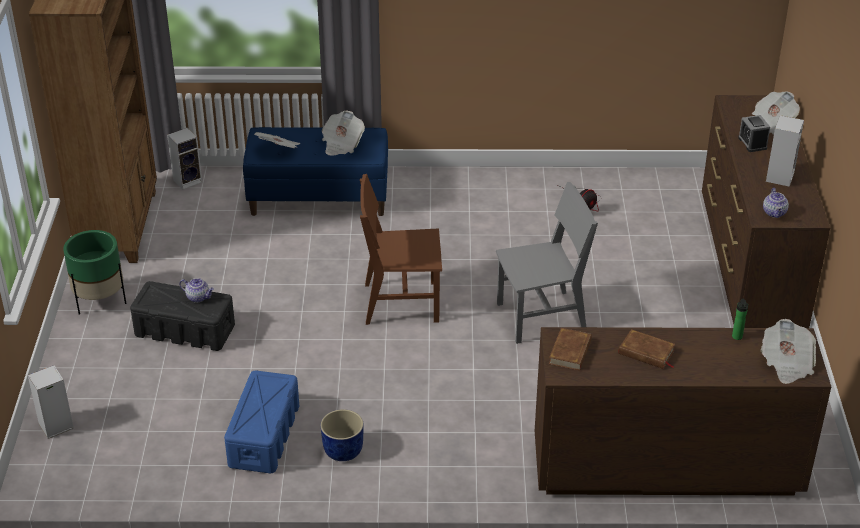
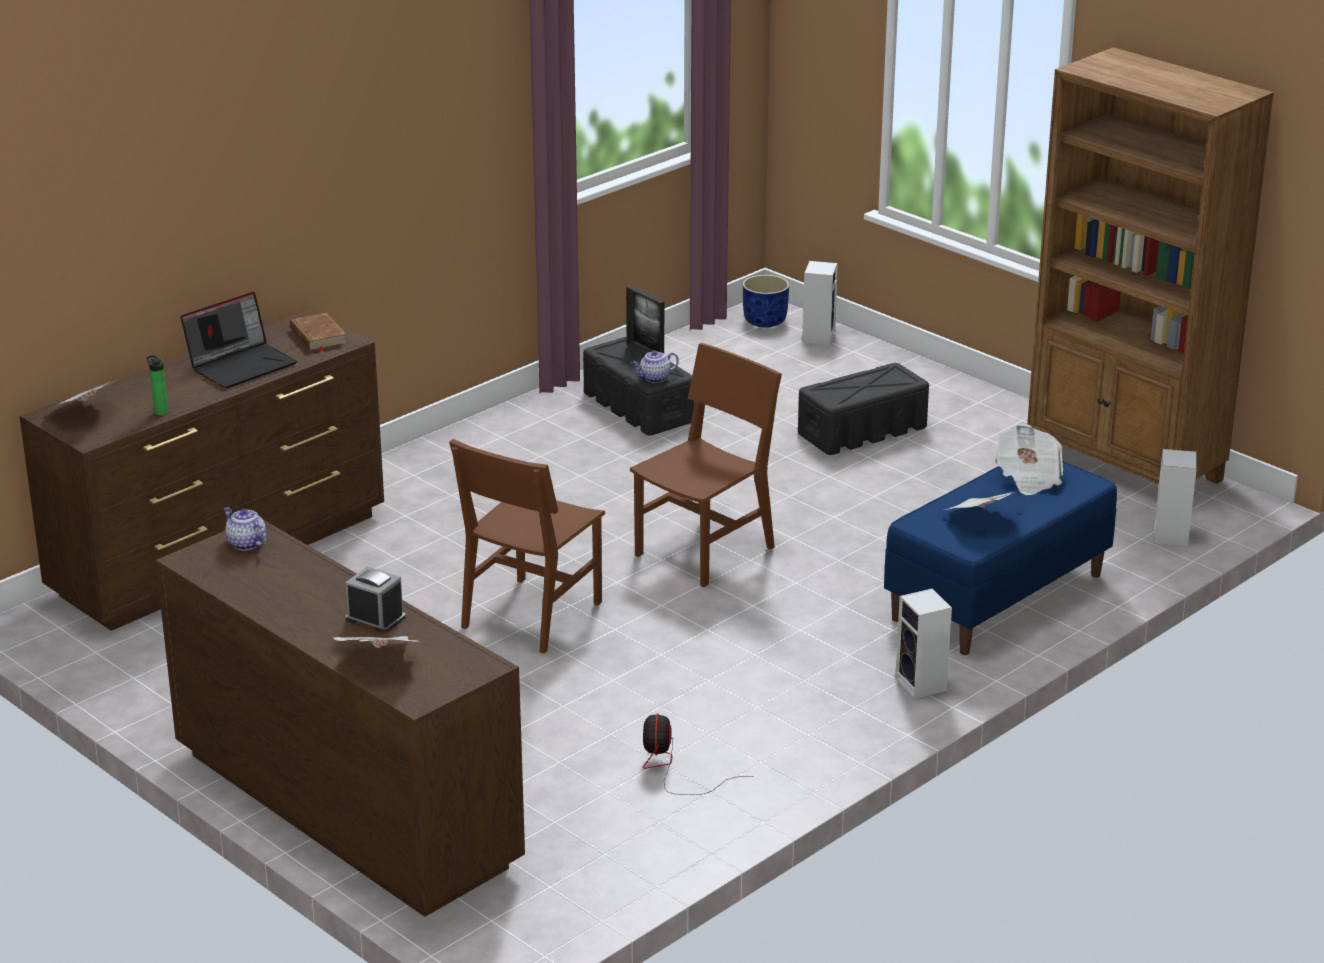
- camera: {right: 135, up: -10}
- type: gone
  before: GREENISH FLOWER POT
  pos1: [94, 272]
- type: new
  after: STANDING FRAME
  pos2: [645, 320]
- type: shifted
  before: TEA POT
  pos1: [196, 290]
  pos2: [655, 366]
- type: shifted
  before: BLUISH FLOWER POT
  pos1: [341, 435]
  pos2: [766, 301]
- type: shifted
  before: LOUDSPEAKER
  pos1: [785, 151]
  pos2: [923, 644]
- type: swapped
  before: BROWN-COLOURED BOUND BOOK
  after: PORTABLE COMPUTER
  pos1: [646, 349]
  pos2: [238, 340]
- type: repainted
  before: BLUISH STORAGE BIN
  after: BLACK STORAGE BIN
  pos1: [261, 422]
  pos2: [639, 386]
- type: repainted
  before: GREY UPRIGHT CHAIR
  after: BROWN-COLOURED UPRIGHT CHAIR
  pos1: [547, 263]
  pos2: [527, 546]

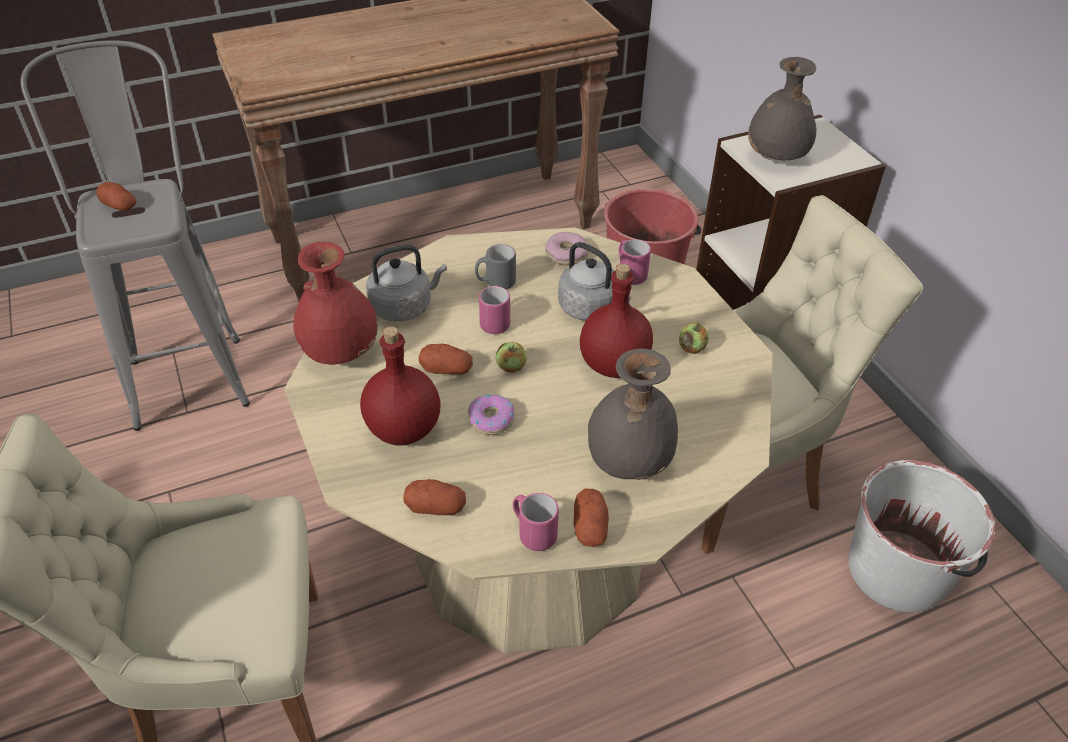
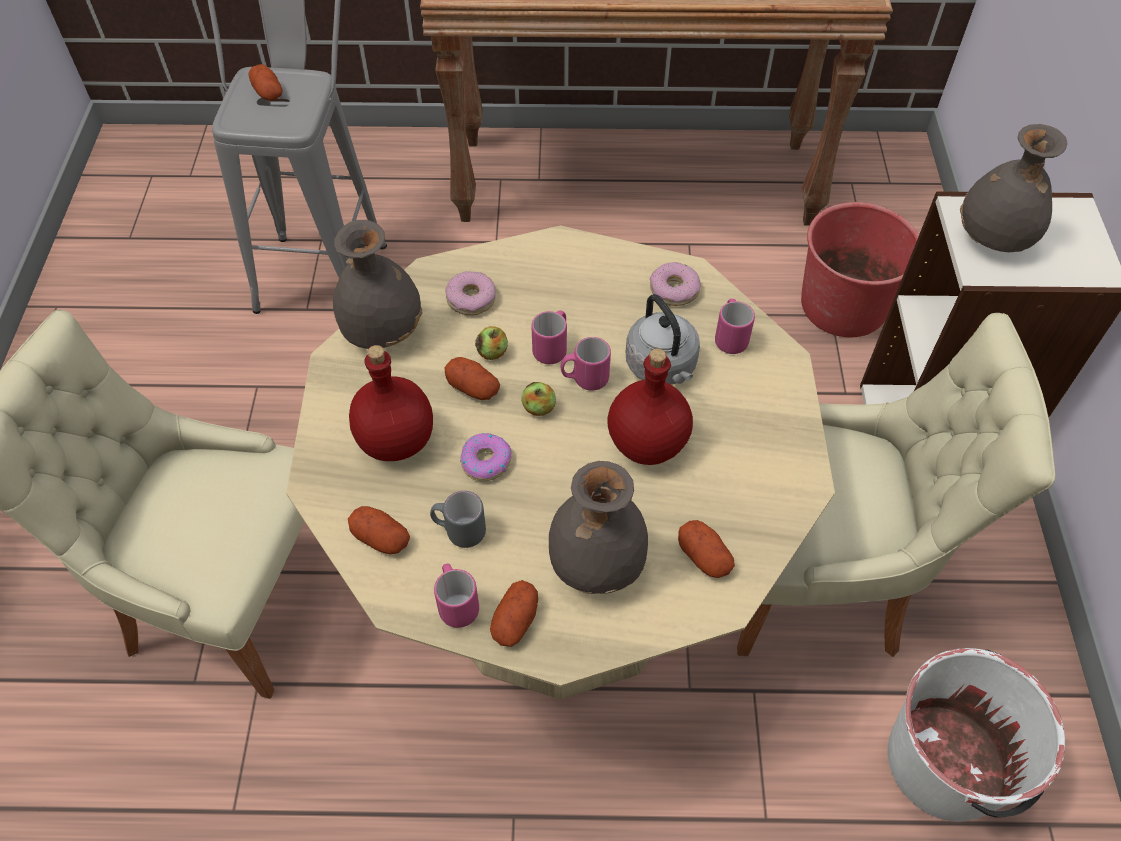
- camera: {right: 25, up: 10}
- type: new
  after: PINKISH MUG
  pos2: [586, 364]
- type: new
  after: WHOLE POTATO
  pos2: [706, 549]
- type: shifted
  before: GREY MUG
  pos1: [495, 267]
  pos2: [458, 519]
- type: shifted
  before: APPLE
  pos1: [694, 338]
  pos2: [491, 343]
- type: swapped
  before: GREY TEA KETTLE
  after: RING DOUGHNUT
  pos1: [406, 282]
  pos2: [470, 293]
- type: repainted
  before: RED-COLOURED FLOWER VASE
  after: GREY FLOWER VASE
  pos1: [335, 303]
  pos2: [377, 284]

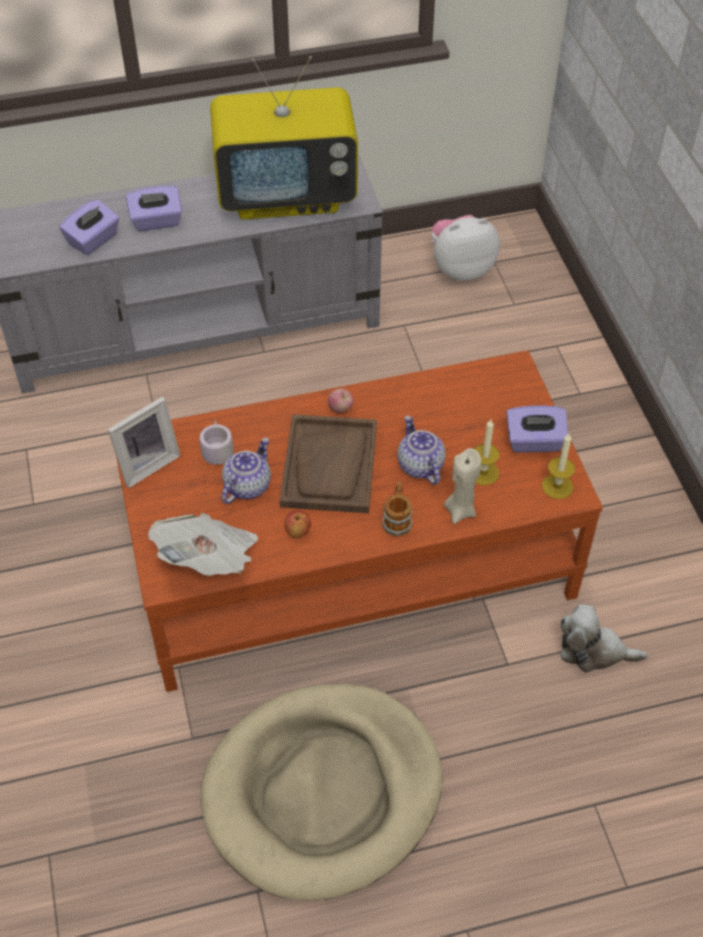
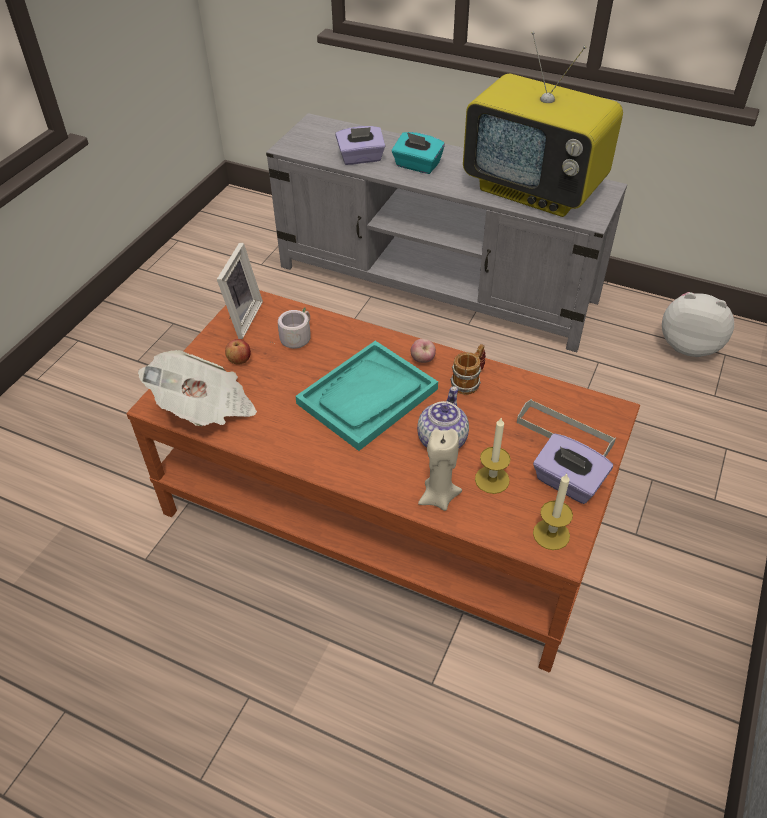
- camera: {right: 40, up: -5}
- type: gone
  before: BEIGE-COLOURED PET BED
  pos1: [322, 792]
- type: gone
  before: TEA POT
  pos1: [246, 471]
- type: gone
  before: PLUSH TOY
  pos1: [604, 638]
- type: new
  after: GREY CARRYING TRAY
  pos2: [566, 428]
- type: shifted
  before: APPLE
  pos1: [298, 524]
  pos2: [238, 352]
- type: shifted
  before: MUG
  pos1: [397, 509]
  pos2: [468, 369]
- type: repainted
  before: PURPLE-COLOURED BOX OF TISSUES
  after: TURQUOISE-COLOURED BOX OF TISSUES
  pos1: [154, 208]
  pos2: [418, 153]
- type: repainted
  before: BROWN-COLOURED CARRYING TRAY
  after: TURQUOISE-COLOURED CARRYING TRAY
  pos1: [328, 463]
  pos2: [366, 396]
- type: rotated
  before: STANDING FRAME
  pos1: [144, 442]
  pos2: [240, 290]
  turn: -75

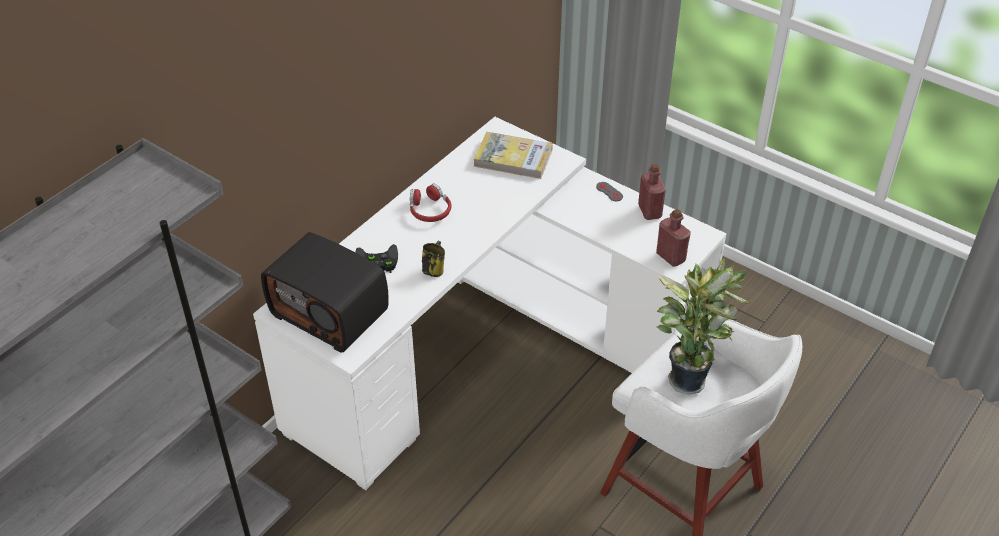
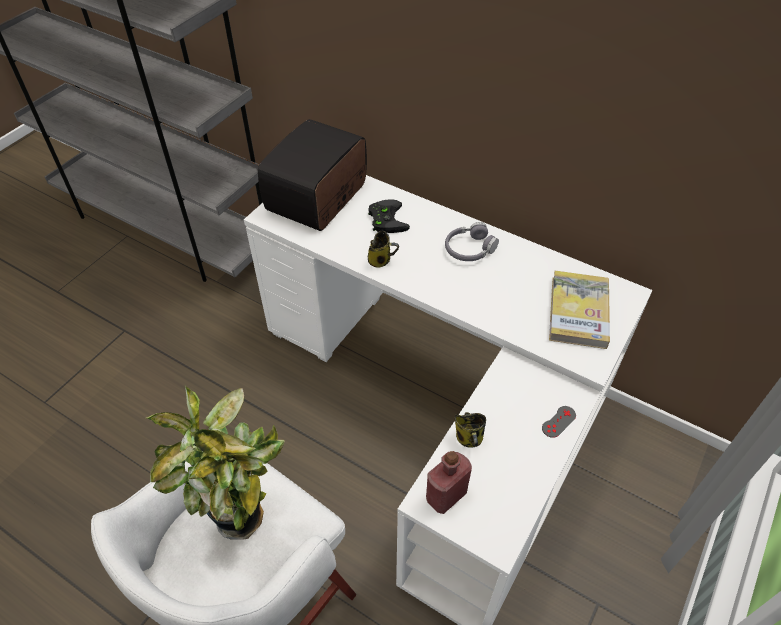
- camera: {right: 85, up: 5}
- type: gone
  before: RED-COLOURED BOTTLE
  pos1: [652, 192]
- type: new
  after: MUG
  pos2: [470, 430]
- type: repainted
  before: RED-COLOURED HEADPHONES
  after: GREY HEADPHONES
  pos1: [430, 203]
  pos2: [472, 241]

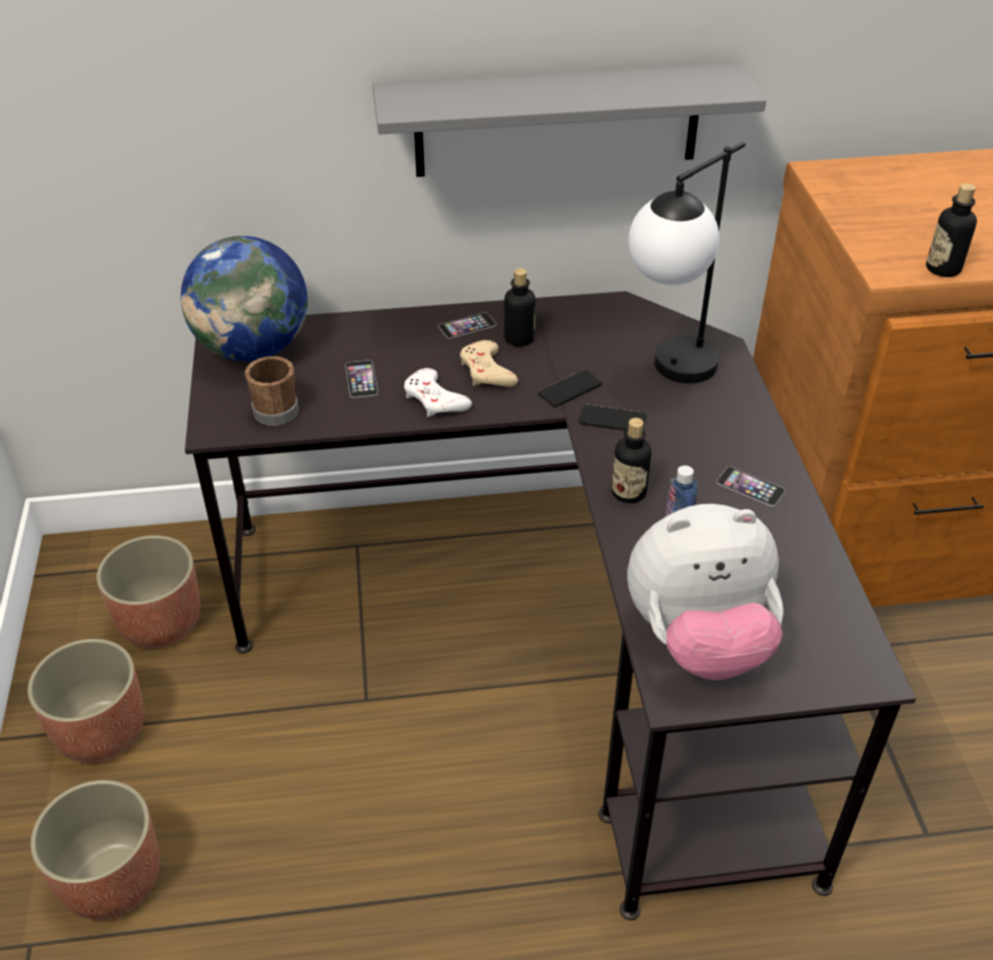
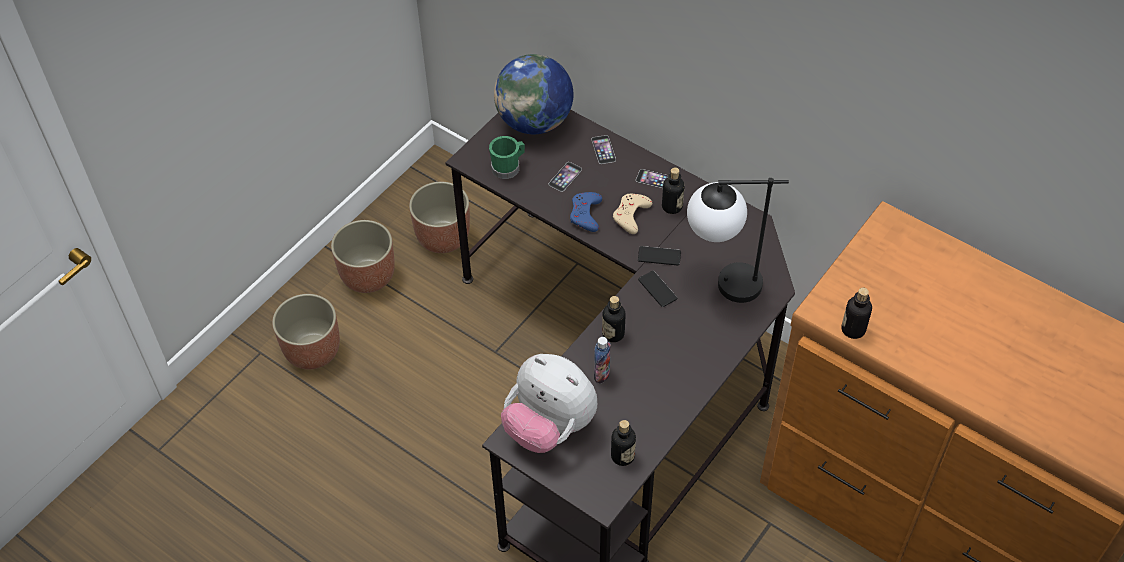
- camera: {right: 45, up: 10}
- type: gone
  before: GREY BRACKET SHELF
  pos1: [569, 120]
- type: new
  after: BOTTLE
  pos2: [623, 443]
- type: shifted
  before: TELEPHONE
  pos1: [751, 486]
  pos2: [603, 149]
- type: repainted
  before: BROWN-COLOURED MUG
  after: GREENISH MUG
  pos1: [272, 391]
  pos2: [507, 157]
- type: repainted
  before: WHITE GAME CONTROLLER
  after: BLUISH GAME CONTROLLER
  pos1: [438, 392]
  pos2: [586, 212]

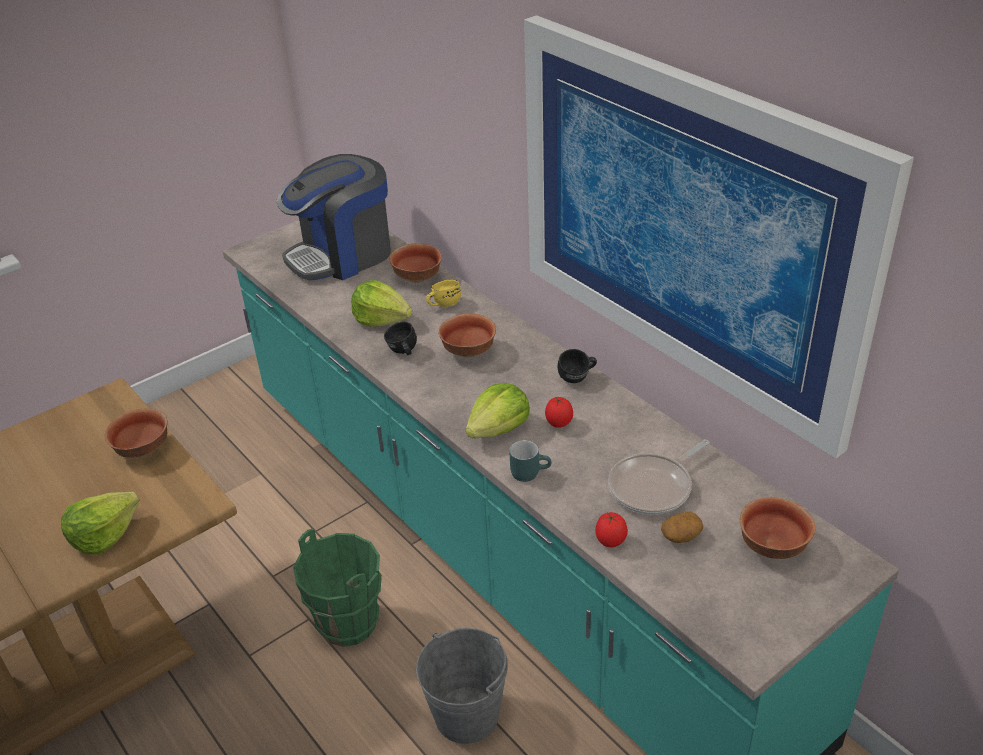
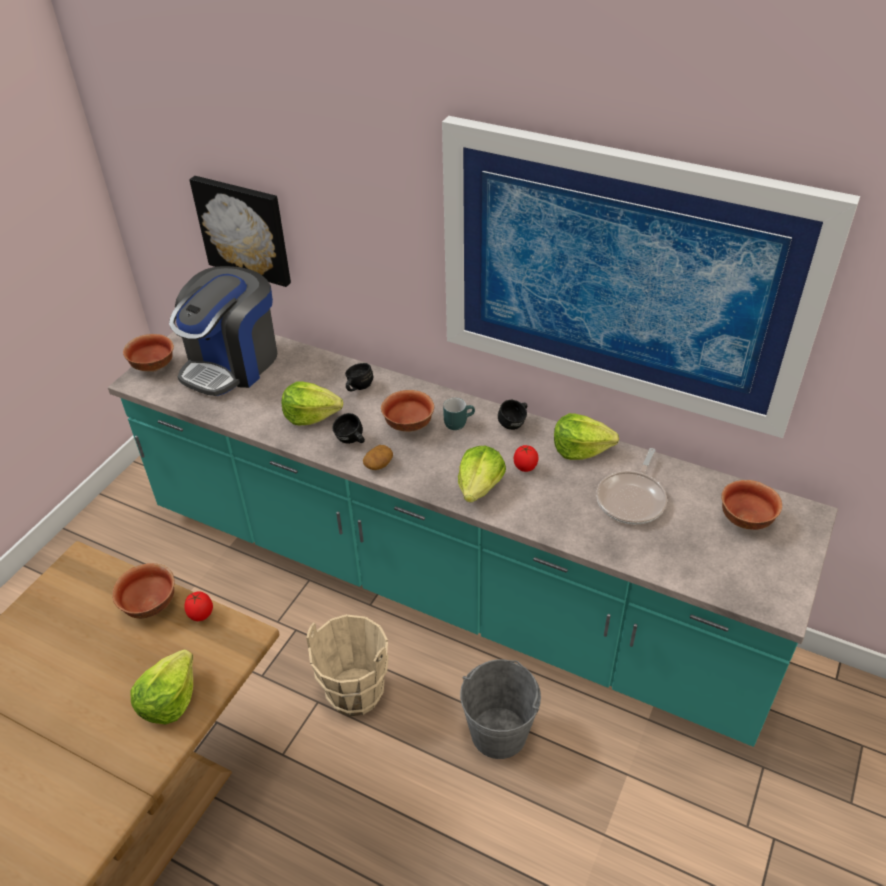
- camera: {right: -25, up: 5}
- type: new
  after: WALL ART
  pos2: [240, 231]
- type: new
  after: LETTUCE HEAD
  pos2: [586, 436]
- type: shifted
  before: BOWL
  pos1: [415, 263]
  pos2: [148, 353]
- type: shifted
  before: TURQUOISE-COLOURED MUG
  pos1: [530, 461]
  pos2: [459, 414]
- type: shifted
  before: TOMATO
  pos1: [611, 529]
  pos2: [198, 606]
- type: shifted
  before: WHOLE POTATO
  pos1: [682, 527]
  pos2: [378, 457]
- type: repainted
  before: GREENISH WATER BUCKET
  after: BEIGE-COLOURED WATER BUCKET
  pos1: [337, 588]
  pos2: [347, 665]
- type: repainted
  before: YELLOW-COLOURED MUG
  after: BLACK MUG
  pos1: [443, 293]
  pos2: [359, 377]

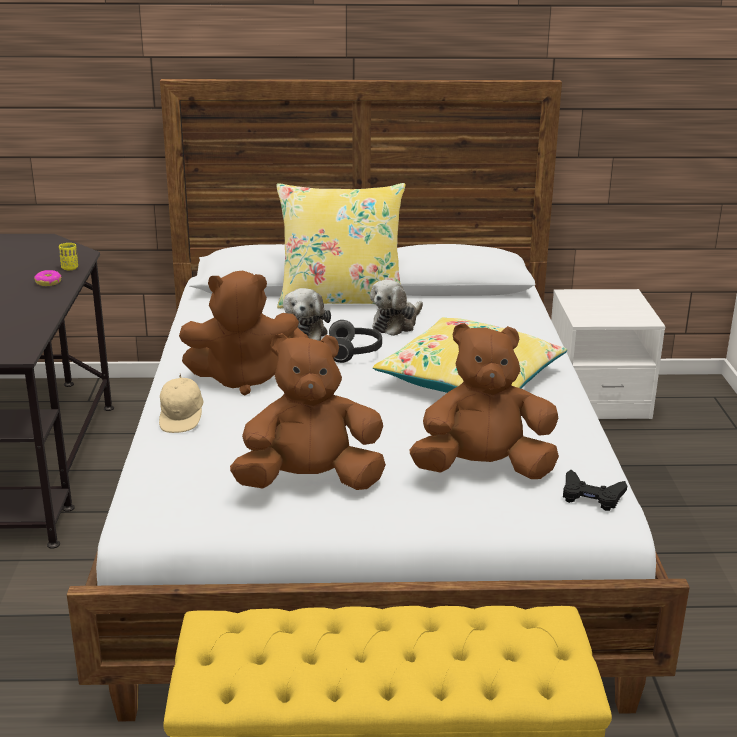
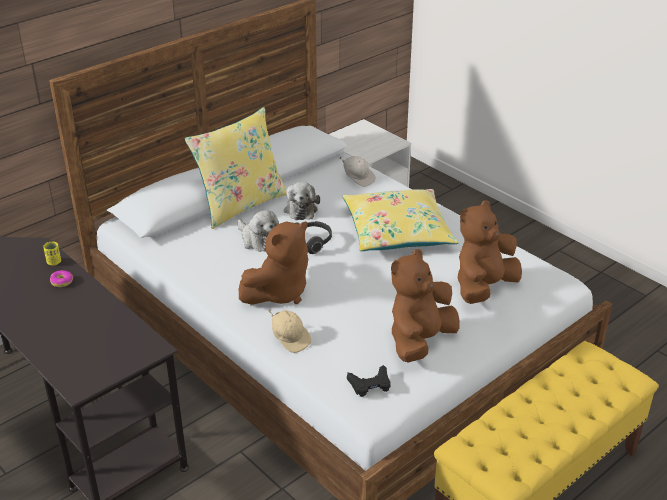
- camera: {right: -40, up: 10}
- type: new
  after: WHITE CAP
  pos2: [358, 171]
- type: shifted
  before: BLACK GAME CONTROLLER
  pos1: [595, 490]
  pos2: [369, 381]

